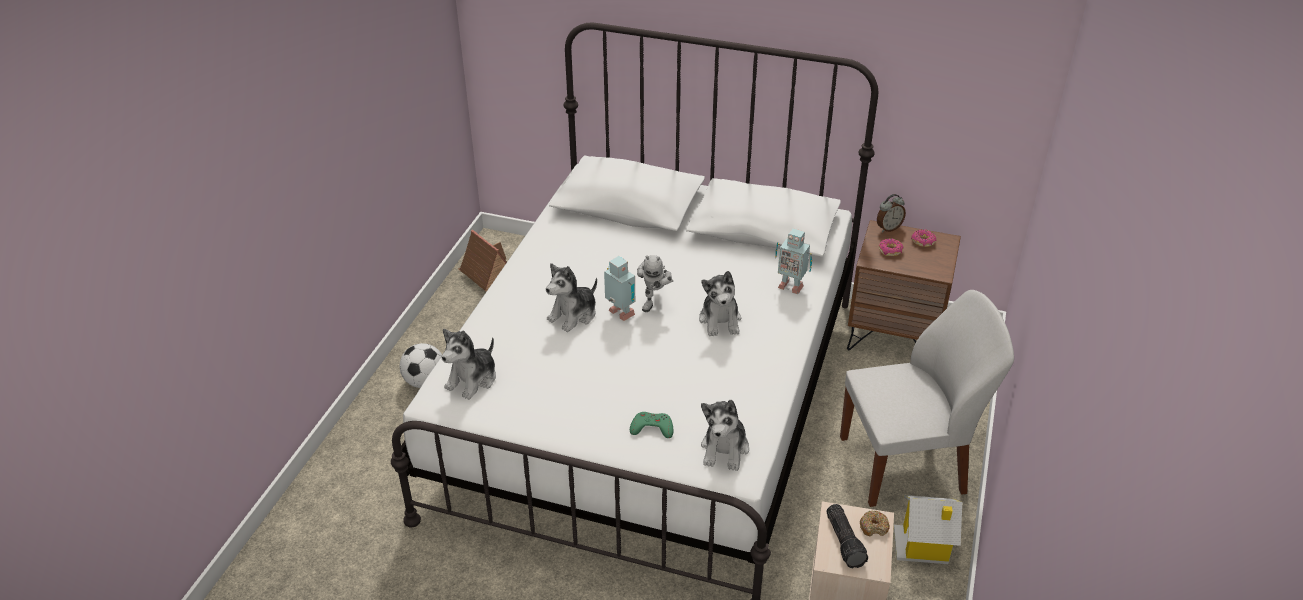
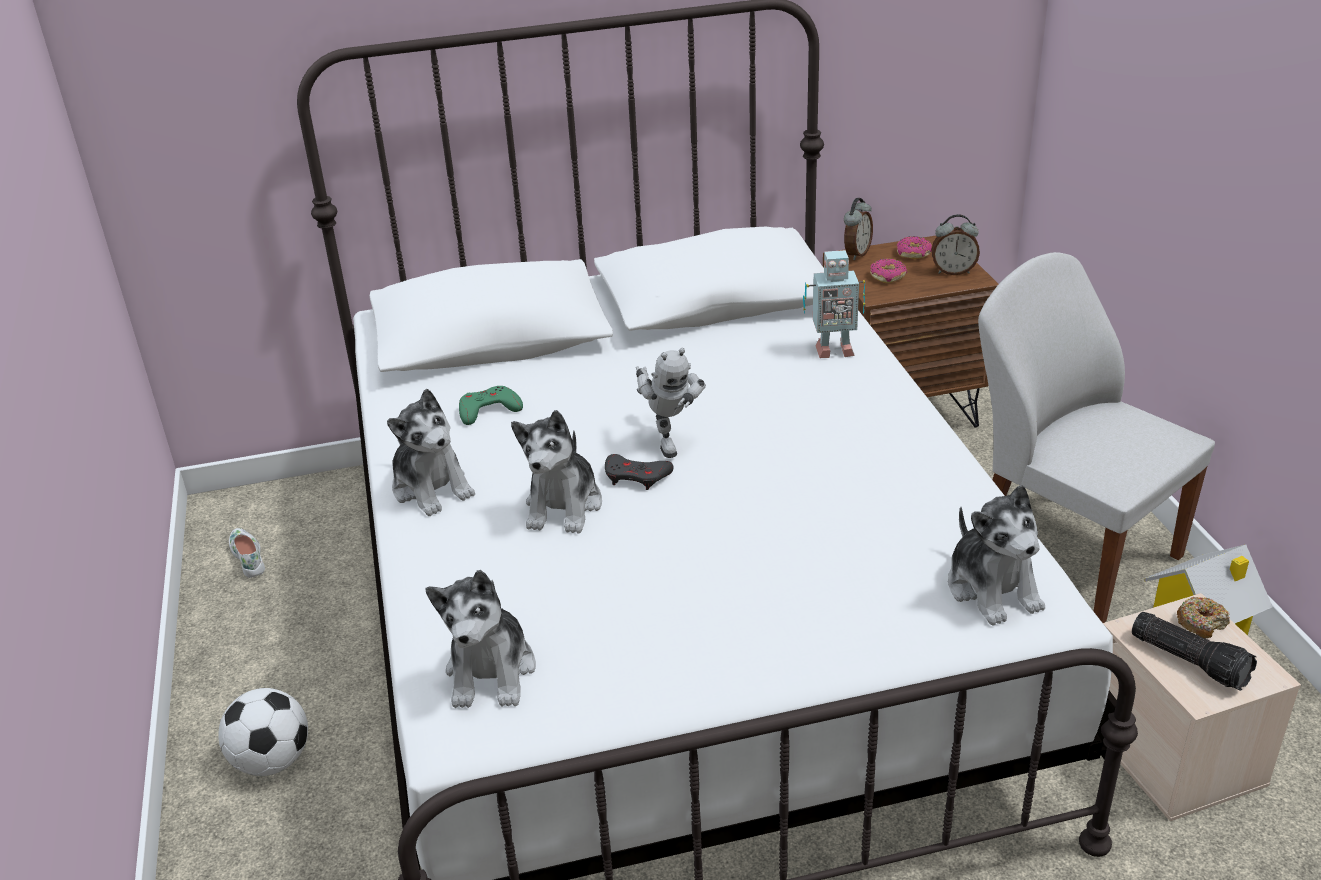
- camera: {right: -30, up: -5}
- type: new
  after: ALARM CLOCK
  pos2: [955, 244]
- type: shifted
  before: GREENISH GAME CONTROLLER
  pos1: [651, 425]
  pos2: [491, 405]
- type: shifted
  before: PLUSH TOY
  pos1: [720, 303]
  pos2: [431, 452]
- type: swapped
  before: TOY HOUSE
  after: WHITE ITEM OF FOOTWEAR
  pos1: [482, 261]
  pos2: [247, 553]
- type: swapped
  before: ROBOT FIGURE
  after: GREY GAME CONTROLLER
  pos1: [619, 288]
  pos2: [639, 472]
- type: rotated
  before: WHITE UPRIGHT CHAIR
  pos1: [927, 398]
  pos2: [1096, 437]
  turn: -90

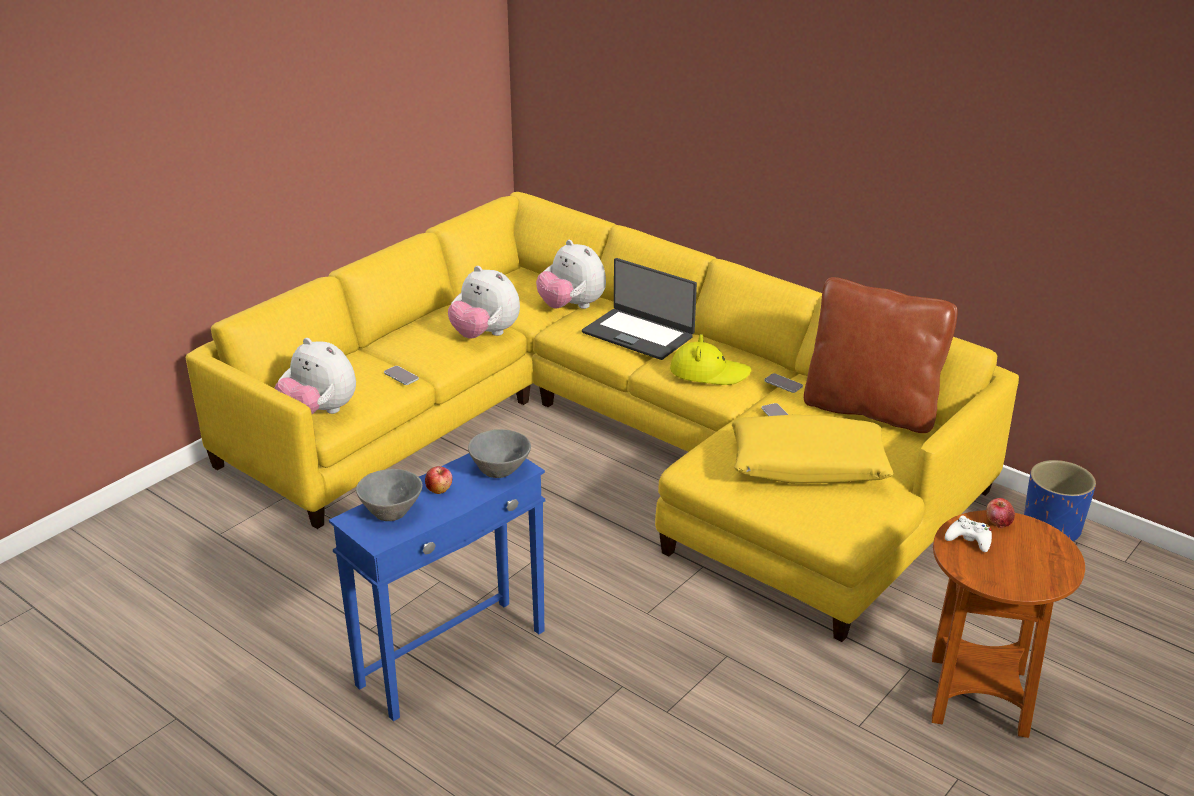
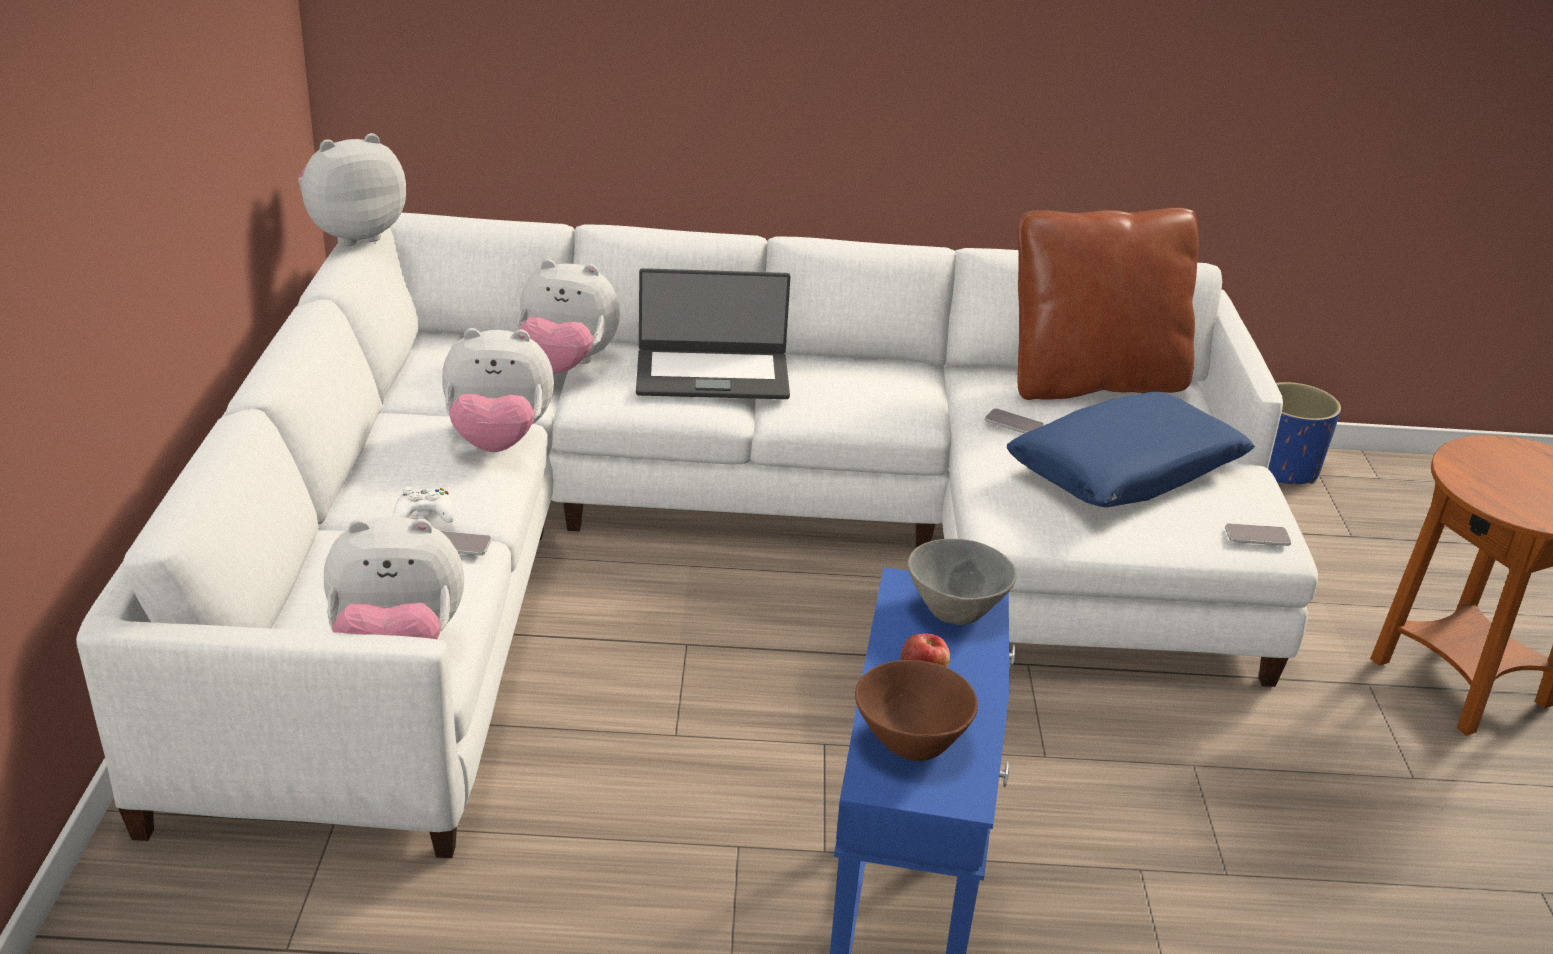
- camera: {right: -40, up: 0}
- type: gone
  before: YELLOW-COLOURED HAT
  pos1: [710, 359]
- type: gone
  before: APPLE
  pos1: [1000, 513]
- type: new
  after: PLUSH TOY
  pos2: [352, 189]
- type: shifted
  before: TELEPHONE
  pos1: [783, 383]
  pos2: [1258, 534]
- type: shifted
  before: WHITE GAME CONTROLLER
  pos1: [968, 534]
  pos2: [423, 504]
- type: repainted
  before: YELLOW-COLOURED SETTEE
  after: WHITE SETTEE
  pos1: [602, 417]
  pos2: [697, 535]
- type: repainted
  before: GREY BOWL
  after: BROWN-COLOURED BOWL
  pos1: [389, 495]
  pos2: [916, 710]
- type: repainted
  before: YELLOW-COLOURED CUSHION
  after: BLUISH CUSHION
  pos1: [813, 449]
  pos2: [1131, 449]

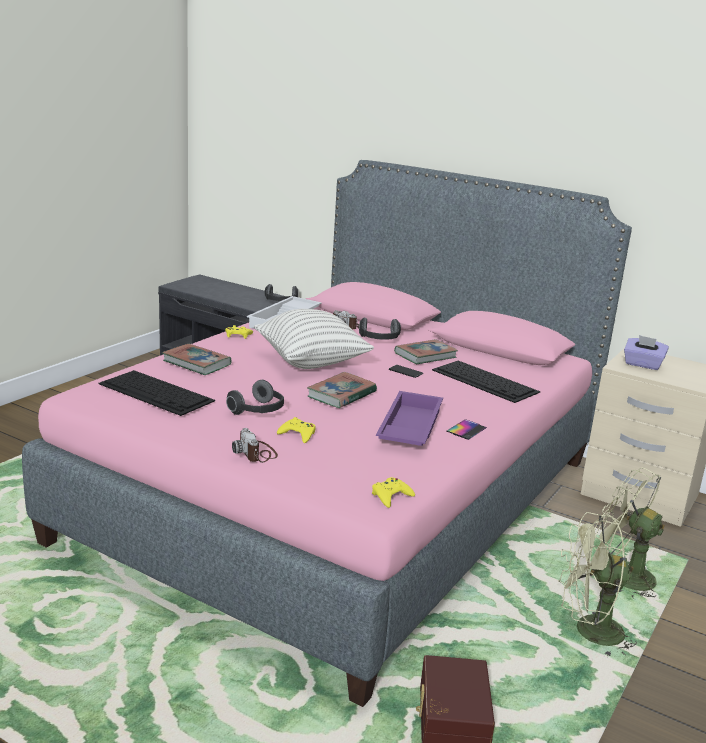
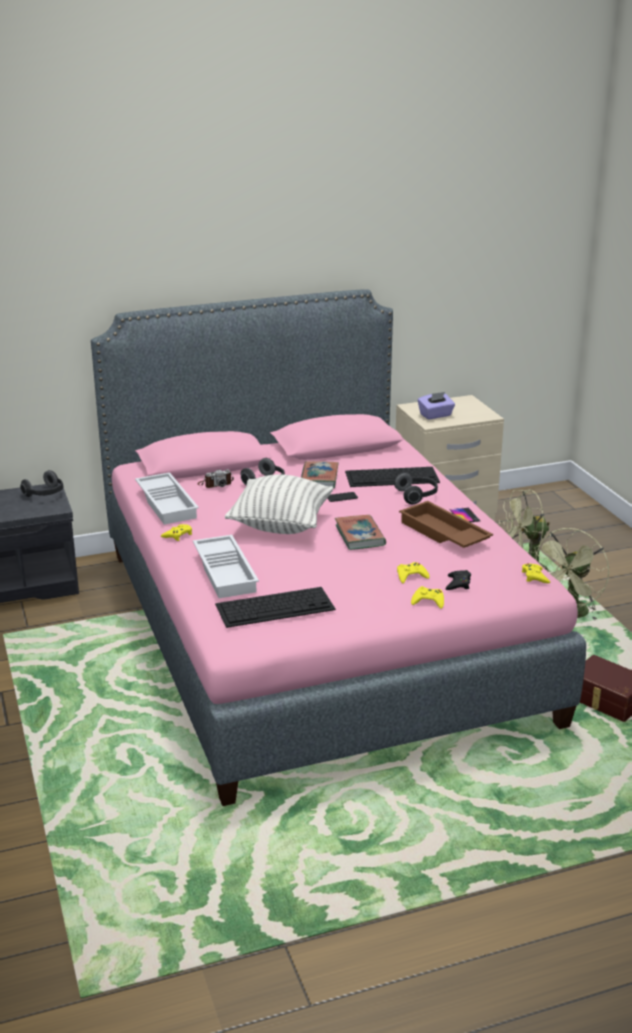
- camera: {right: -50, up: 5}
- type: new
  after: BLACK GAME CONTROLLER
  pos2: [458, 580]
- type: shifted
  before: HEADPHONES
  pos1: [255, 397]
  pos2: [416, 488]
- type: swapped
  before: BOUND BOOK
  after: WHITE CARRYING TRAY
  pos1: [197, 359]
  pos2: [226, 566]
- type: swapped
  before: STILL CAMERA
  after: YELLOW-COLOURED GAME CONTROLLER
  pos1: [255, 445]
  pos2: [427, 597]
- type: repainted
  before: PURPLE-COLOURED CARRYING TRAY
  after: BROWN-COLOURED CARRYING TRAY
  pos1: [409, 418]
  pos2: [446, 524]

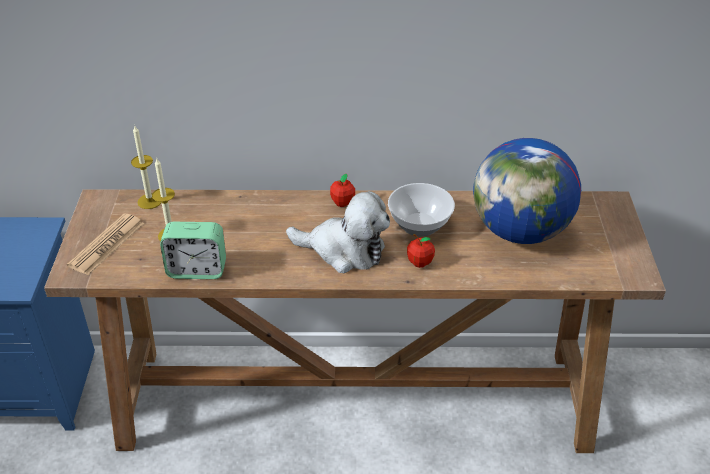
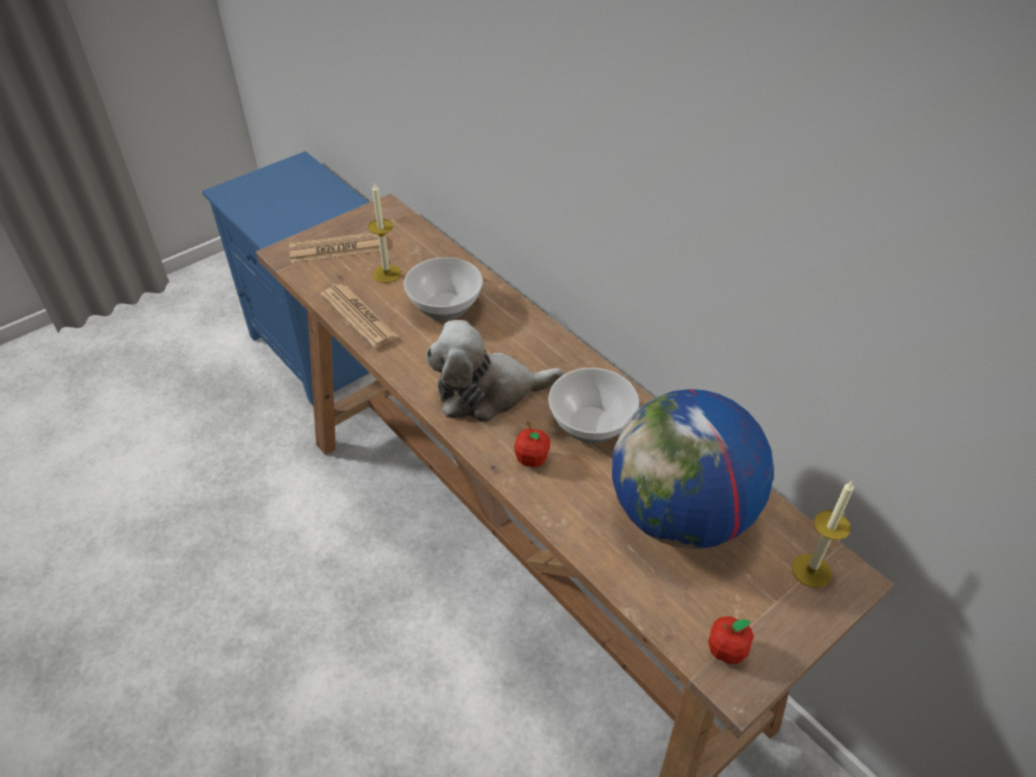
- camera: {right: 50, up: 5}
- type: new
  after: BOWL
  pos2: [443, 289]
- type: shifted
  before: CANDLE
  pos1: [146, 167]
  pos2: [823, 534]
- type: shifted
  before: APPLE
  pos1: [342, 190]
  pos2: [731, 640]
- type: swapped
  before: ALARM CLOCK
  after: DAILY PAPER
  pos1: [193, 250]
  pos2: [360, 316]
- type: rotated
  before: PLUSH TOY
  pos1: [338, 232]
  pos2: [494, 371]
  turn: 105

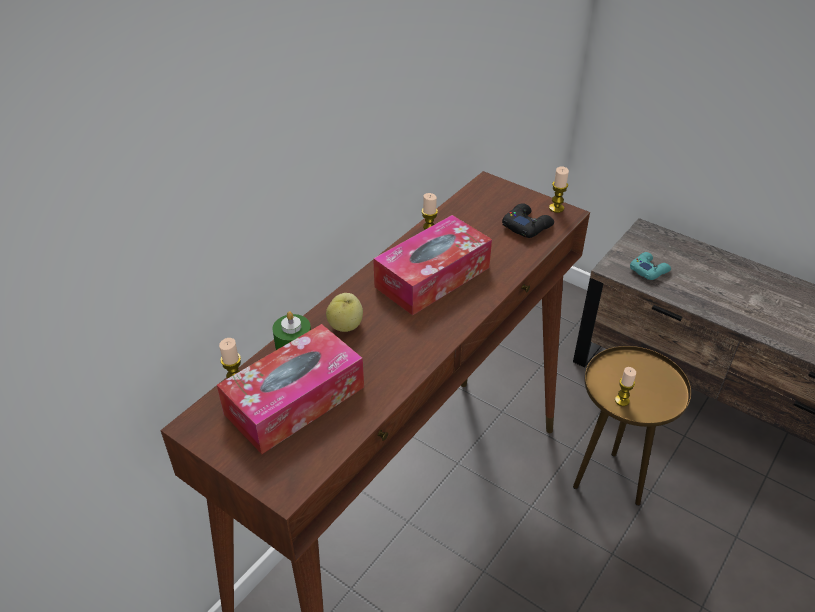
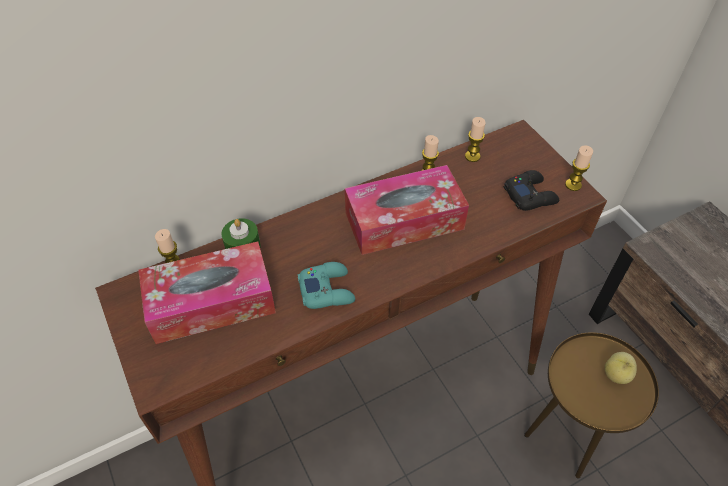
- camera: {right: 25, up: 10}
- type: shifted
  before: APPLE
  pos1: [344, 312]
  pos2: [620, 368]
- type: shifted
  before: CANDLE
  pos1: [625, 386]
  pos2: [475, 139]
- type: shifted
  before: TURQUOISE-COLOURED GAME CONTROLLER
  pos1: [650, 266]
  pos2: [326, 285]

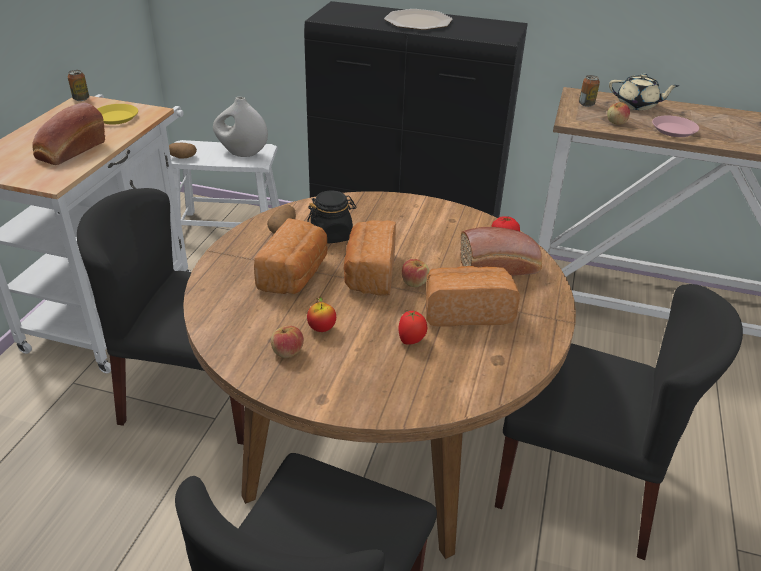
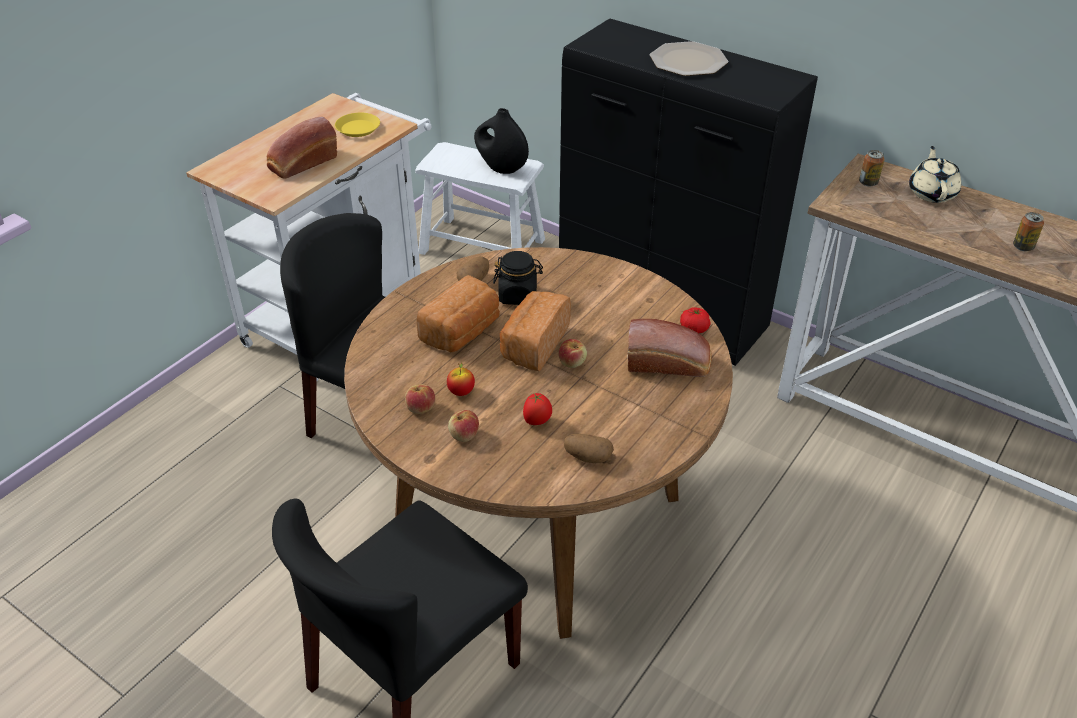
- camera: {right: 20, up: 5}
- type: gone
  before: BAKERY BREAD
  pos1: [473, 296]
- type: gone
  before: BLACK UPRIGHT CHAIR
  pos1: [619, 422]
- type: gone
  before: PINKISH DINNER PLATE
  pos1: [675, 126]
- type: shifted
  before: SEALED CAN
  pos1: [78, 85]
  pos2: [1028, 231]
- type: shifted
  before: WHOLE POTATO
  pos1: [183, 151]
  pos2: [589, 448]
- type: shifted
  before: APPLE
  pos1: [618, 113]
  pos2: [463, 426]
- type: repainted
  before: WHITE FLOWER VASE
  after: BLACK FLOWER VASE
  pos1: [240, 127]
  pos2: [501, 141]
- type: rotated
  before: BEIGE-COLOURED TEA POT
  pos1: [644, 91]
  pos2: [935, 174]
  turn: -120

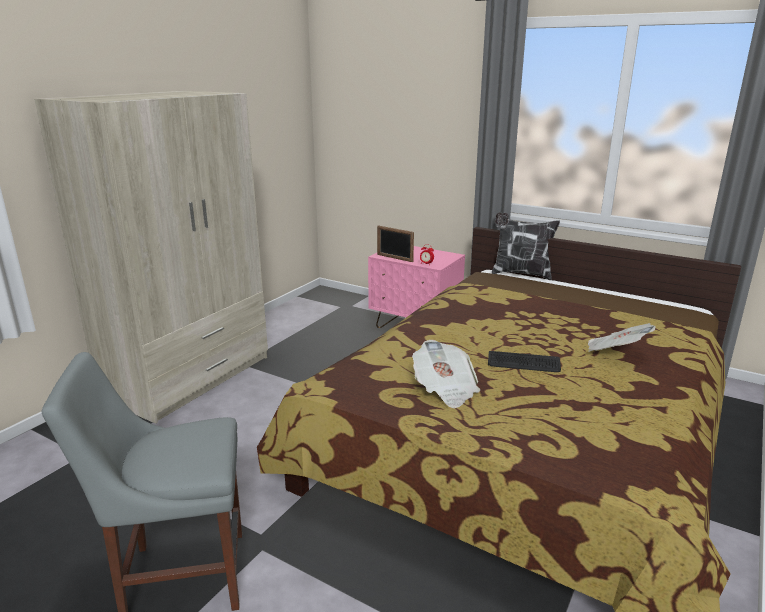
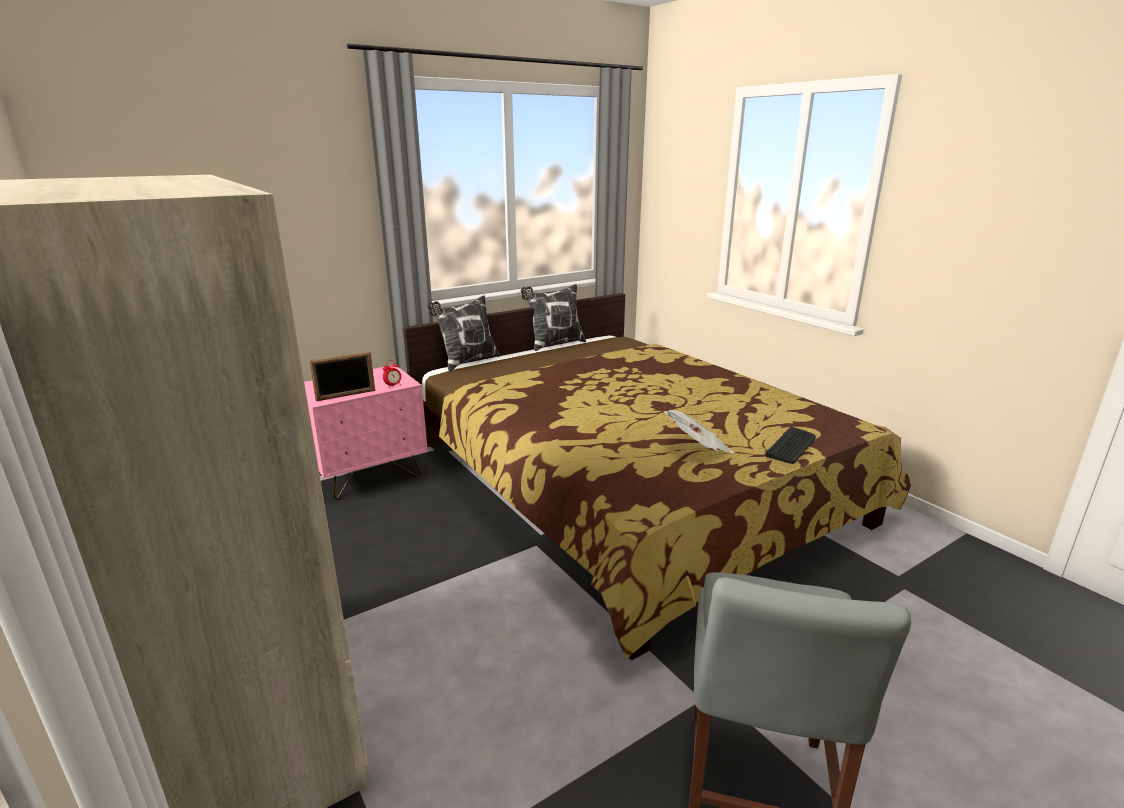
- camera: {right: -65, up: 0}
- type: gone
  before: DAILY PAPER
  pos1: [622, 337]
- type: new
  after: CUSHION
  pos2: [553, 317]
- type: shifted
  before: KEYBOARD
  pos1: [524, 361]
  pos2: [791, 445]

